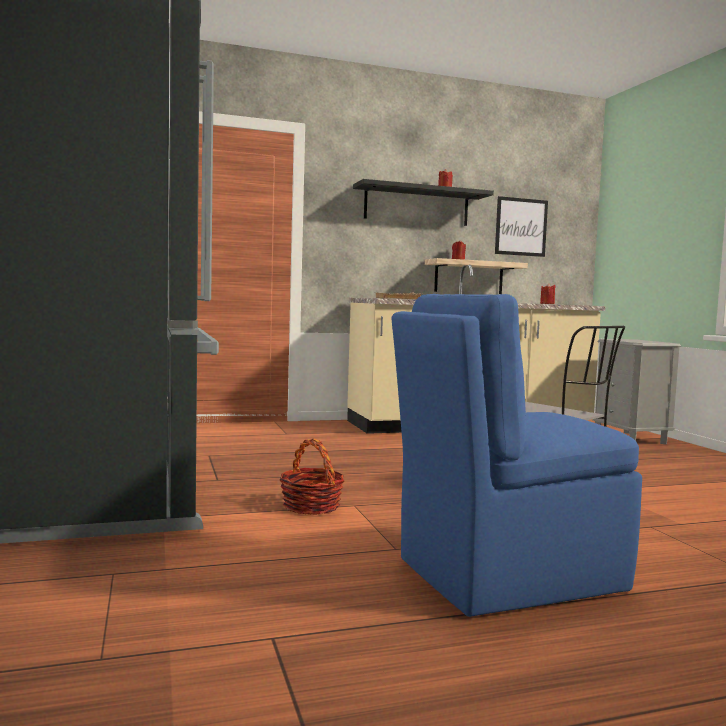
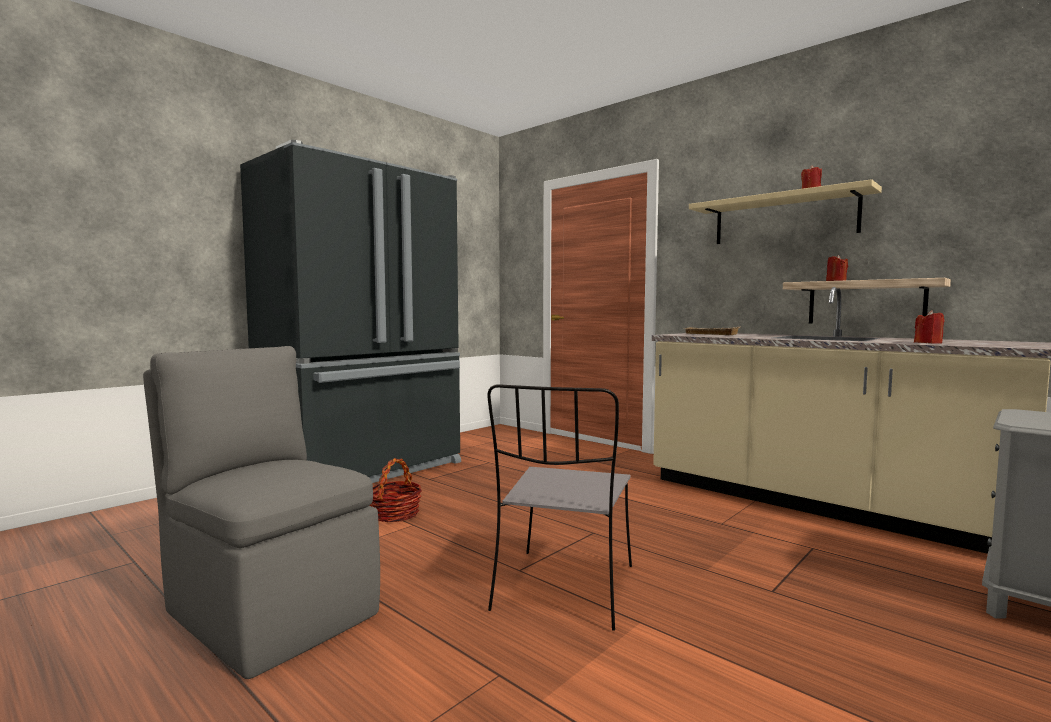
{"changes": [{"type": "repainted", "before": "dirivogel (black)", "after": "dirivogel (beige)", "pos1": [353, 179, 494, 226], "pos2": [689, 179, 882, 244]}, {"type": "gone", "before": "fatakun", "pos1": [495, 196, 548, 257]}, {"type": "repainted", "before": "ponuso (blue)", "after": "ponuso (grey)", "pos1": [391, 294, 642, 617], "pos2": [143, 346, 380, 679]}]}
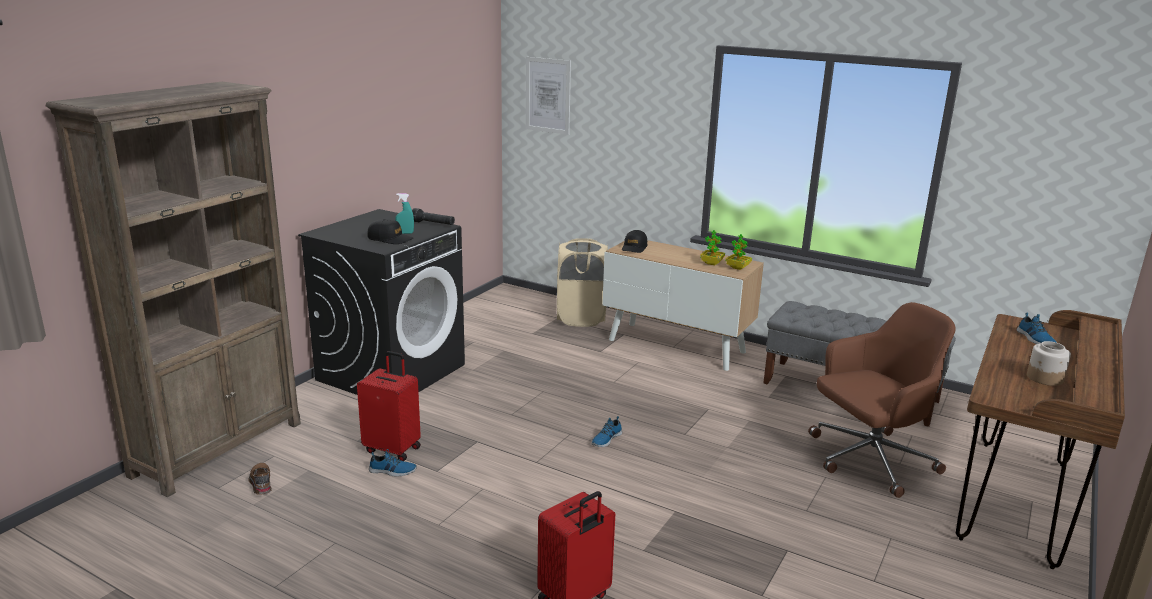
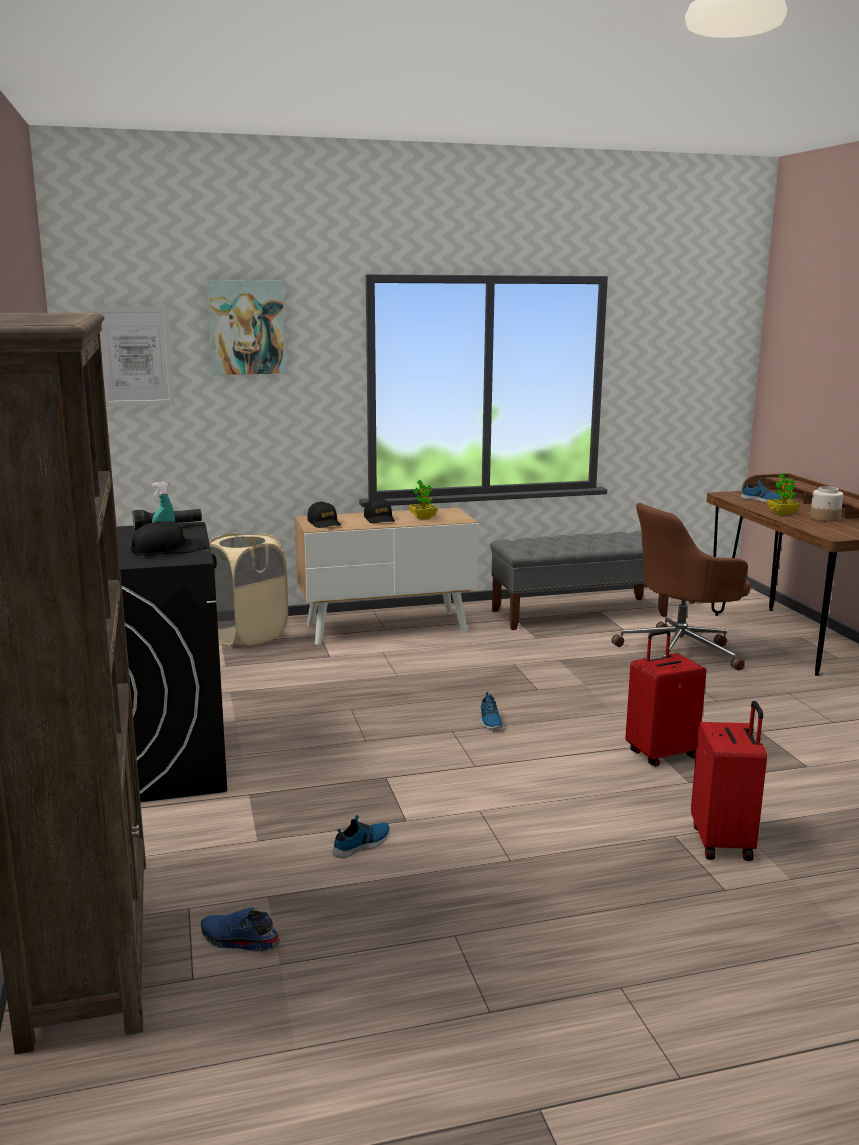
{"changes": [{"type": "shifted", "before": "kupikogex", "pos1": [726, 234, 752, 270], "pos2": [767, 473, 800, 515]}, {"type": "rotated", "before": "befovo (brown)", "pos1": [808, 302, 956, 498], "pos2": [612, 503, 751, 670], "turn": -135}, {"type": "shifted", "before": "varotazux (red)", "pos1": [357, 351, 421, 461], "pos2": [625, 630, 706, 767]}, {"type": "repainted", "before": "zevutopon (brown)", "after": "zevutopon (blue)", "pos1": [248, 463, 272, 495], "pos2": [201, 907, 280, 952]}, {"type": "new", "after": "fatakun", "pos2": [207, 280, 286, 375]}, {"type": "new", "after": "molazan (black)", "pos2": [364, 498, 395, 523]}]}
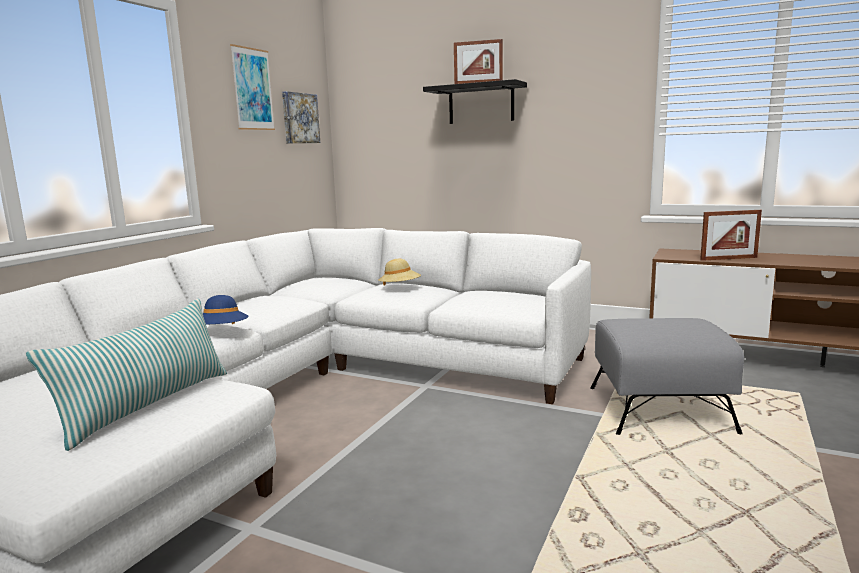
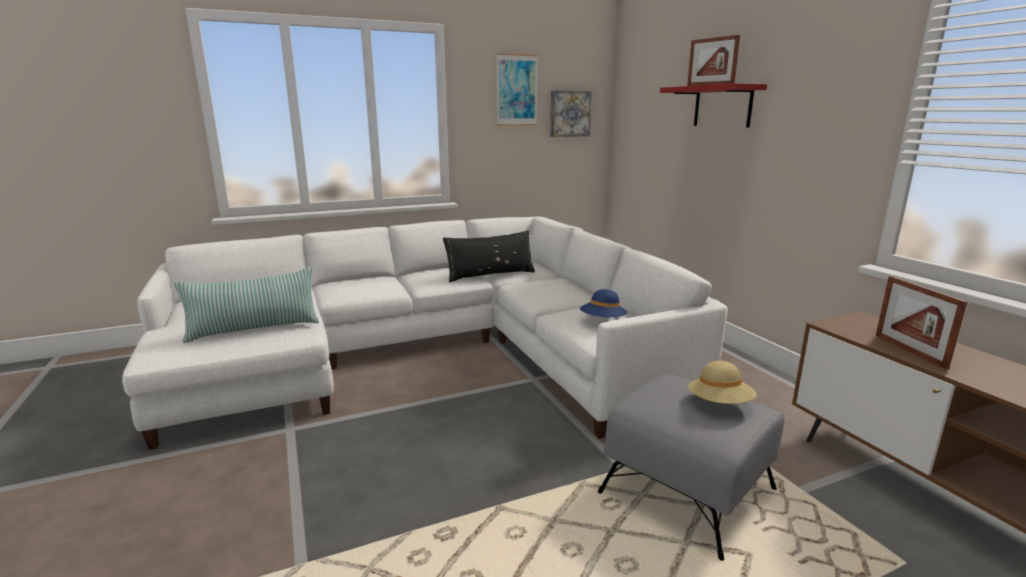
{"changes": [{"type": "repainted", "before": "dirivogel (black)", "after": "dirivogel (red)", "pos1": [423, 79, 527, 124], "pos2": [660, 83, 767, 128]}, {"type": "rotated", "before": "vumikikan", "pos1": [700, 210, 762, 261], "pos2": [876, 276, 967, 369], "turn": 45}, {"type": "shifted", "before": "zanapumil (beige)", "pos1": [378, 259, 421, 286], "pos2": [688, 361, 757, 404]}, {"type": "shifted", "before": "zanapumil (blue)", "pos1": [203, 295, 249, 324], "pos2": [580, 289, 627, 318]}, {"type": "new", "after": "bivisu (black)", "pos2": [443, 230, 535, 282]}]}
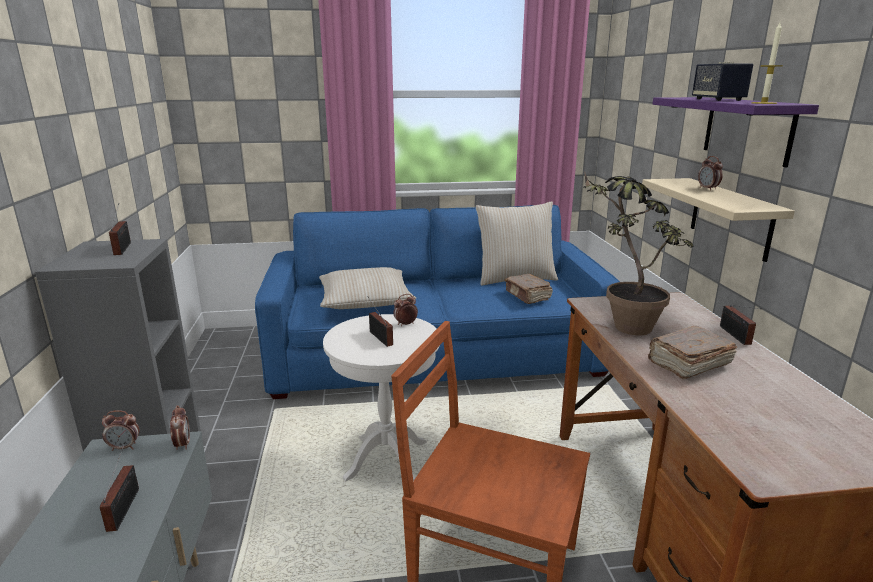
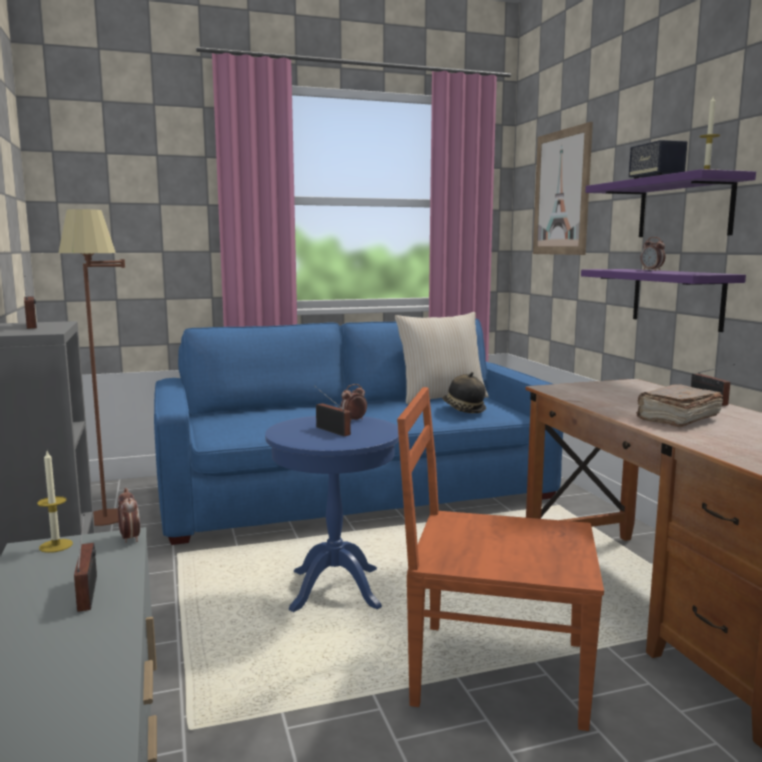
{"changes": [{"type": "gone", "before": "kupikogex", "pos1": [583, 171, 694, 335]}, {"type": "repainted", "before": "dirivogel (beige)", "after": "dirivogel (purple)", "pos1": [642, 178, 795, 262], "pos2": [581, 269, 746, 332]}, {"type": "gone", "before": "bivisu (beige)", "pos1": [319, 267, 416, 309]}, {"type": "swapped", "before": "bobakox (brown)", "after": "zanapumil", "pos1": [505, 274, 553, 304], "pos2": [442, 372, 486, 413]}, {"type": "repainted", "before": "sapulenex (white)", "after": "sapulenex (blue)", "pos1": [323, 314, 440, 481], "pos2": [265, 416, 399, 612]}, {"type": "swapped", "before": "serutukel", "after": "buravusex", "pos1": [102, 410, 140, 451], "pos2": [37, 451, 73, 553]}, {"type": "new", "after": "fatakun", "pos2": [533, 122, 593, 255]}, {"type": "new", "after": "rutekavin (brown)", "pos2": [59, 209, 125, 526]}]}
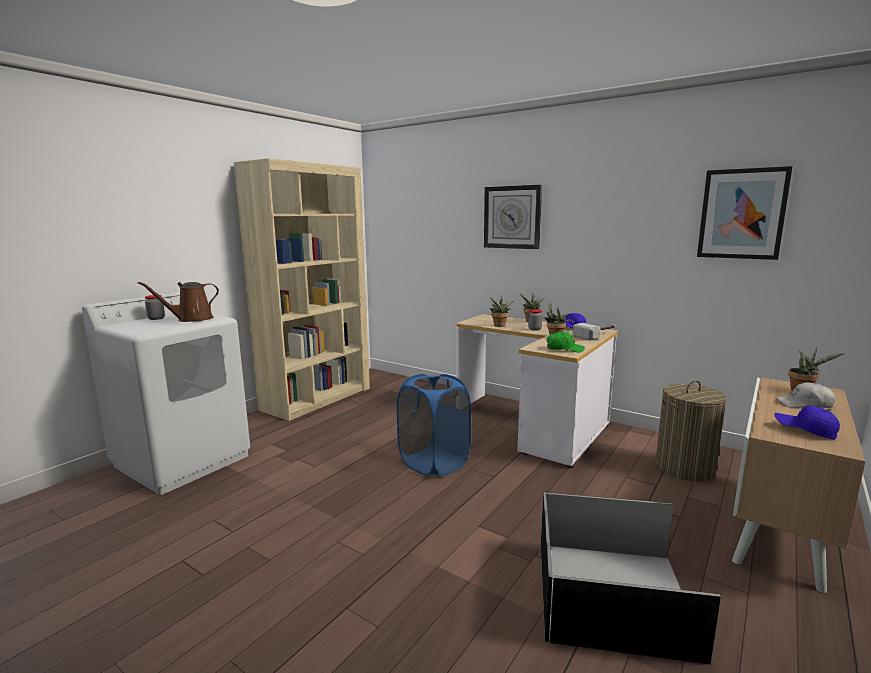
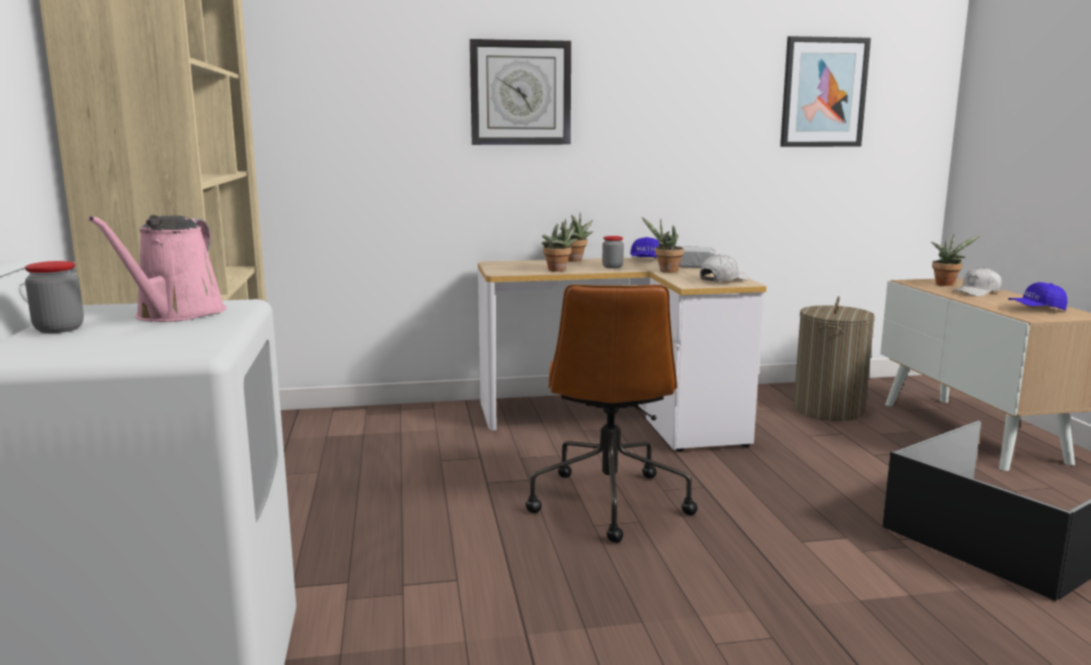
{"changes": [{"type": "repainted", "before": "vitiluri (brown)", "after": "vitiluri (pink)", "pos1": [138, 282, 219, 322], "pos2": [88, 215, 226, 322]}, {"type": "repainted", "before": "molazan (green)", "after": "molazan (white)", "pos1": [547, 331, 585, 353], "pos2": [700, 254, 749, 281]}, {"type": "swapped", "before": "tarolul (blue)", "after": "befovo (brown)", "pos1": [397, 374, 471, 476], "pos2": [526, 284, 698, 543]}]}
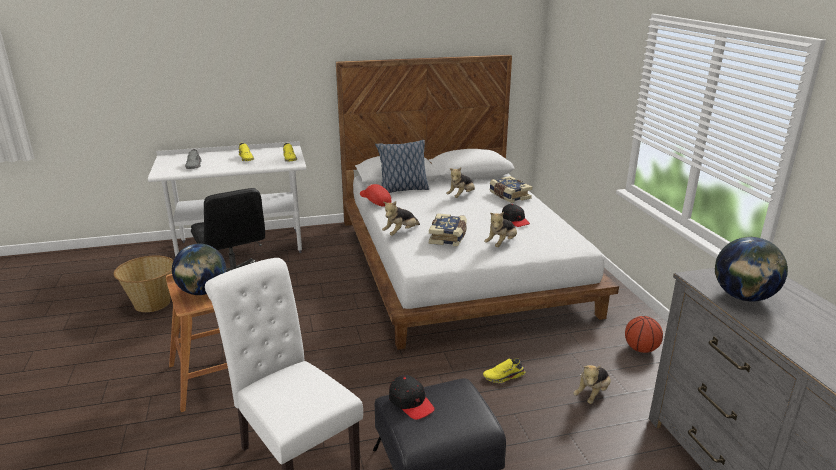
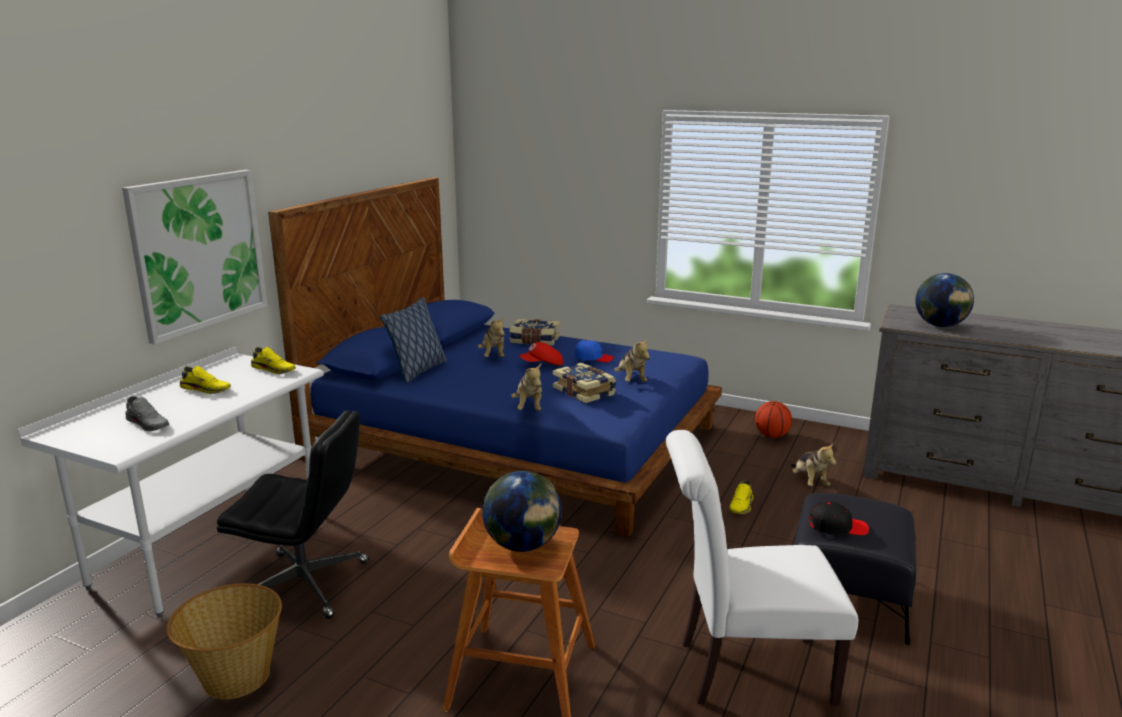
{"changes": [{"type": "repainted", "before": "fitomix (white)", "after": "fitomix (blue)", "pos1": [336, 55, 619, 350], "pos2": [268, 177, 722, 537]}, {"type": "shifted", "before": "molazan (red)", "pos1": [360, 184, 391, 207], "pos2": [519, 342, 563, 366]}, {"type": "repainted", "before": "molazan (black)", "after": "molazan (blue)", "pos1": [502, 204, 530, 227], "pos2": [574, 340, 614, 362]}, {"type": "new", "after": "fatakun", "pos2": [122, 170, 268, 344]}]}
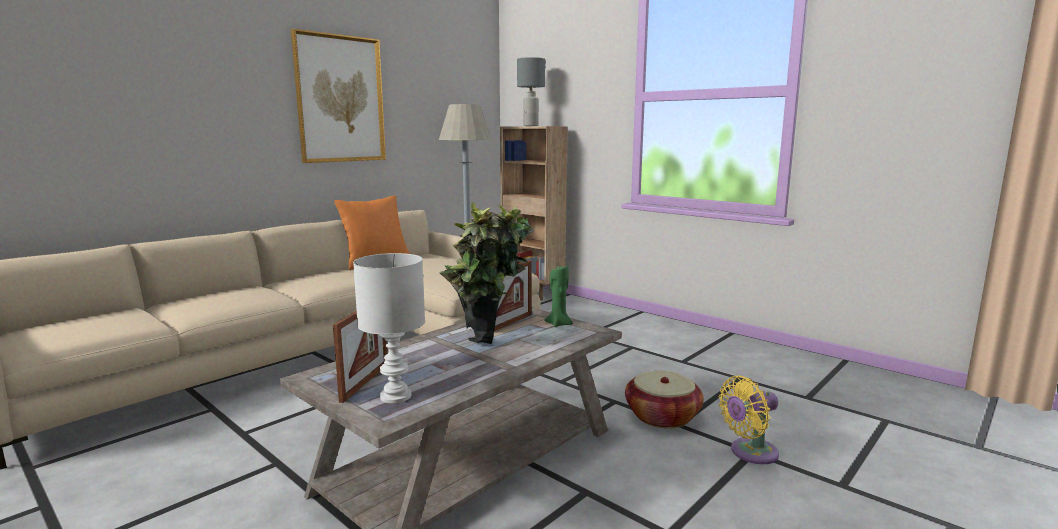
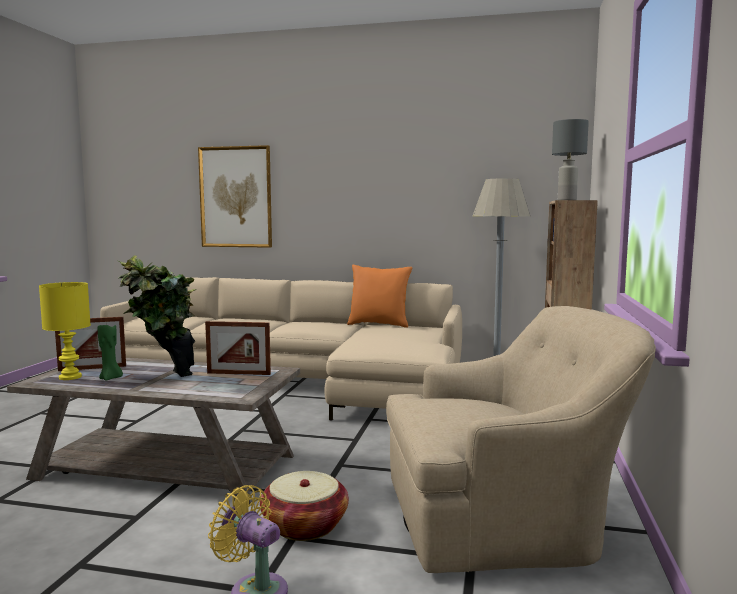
{"changes": [{"type": "shifted", "before": "fatakun", "pos1": [291, 29, 386, 163], "pos2": [198, 145, 272, 248]}, {"type": "repainted", "before": "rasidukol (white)", "after": "rasidukol (yellow)", "pos1": [353, 253, 425, 403], "pos2": [39, 282, 91, 380]}, {"type": "shifted", "before": "buravusex (green)", "pos1": [544, 266, 573, 327], "pos2": [98, 325, 123, 381]}, {"type": "new", "after": "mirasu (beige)", "pos2": [386, 306, 656, 573]}]}
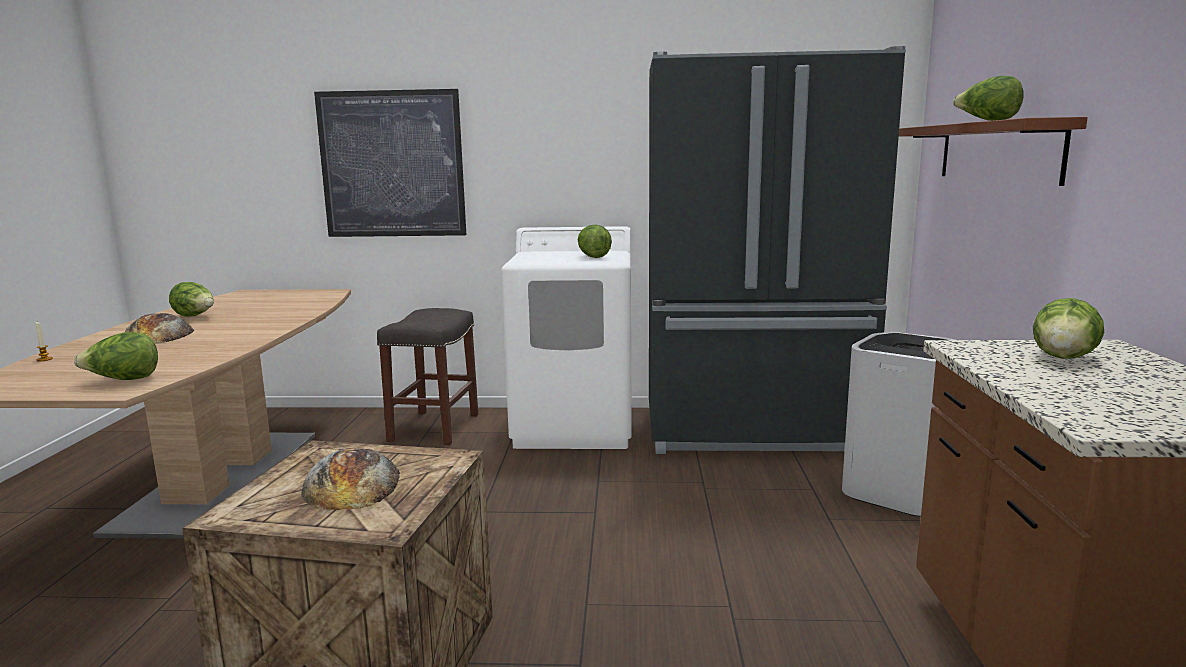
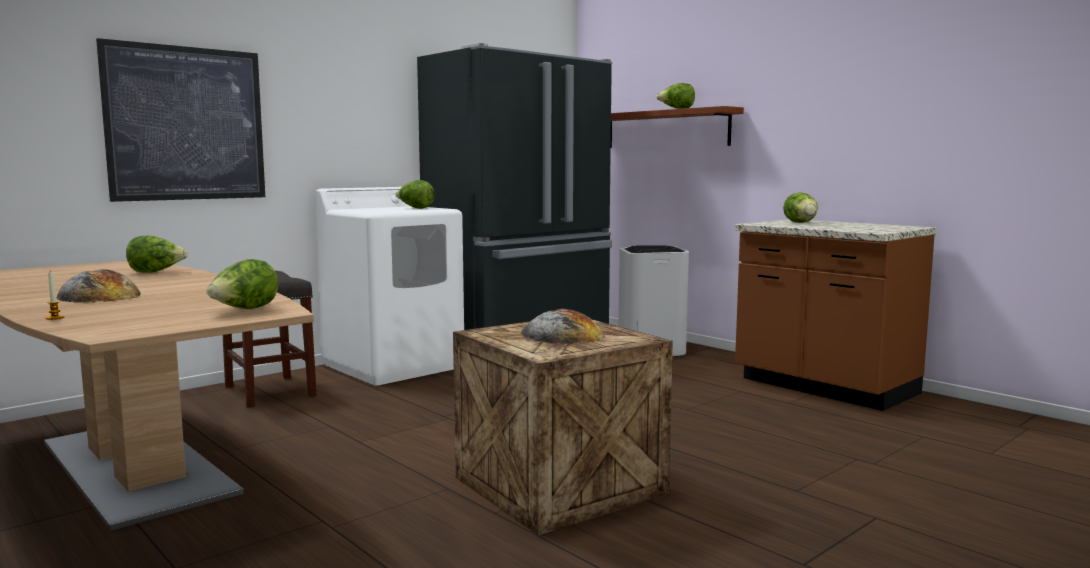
{"changes": [{"type": "shifted", "before": "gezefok", "pos1": [169, 282, 214, 317], "pos2": [126, 235, 188, 273]}]}
